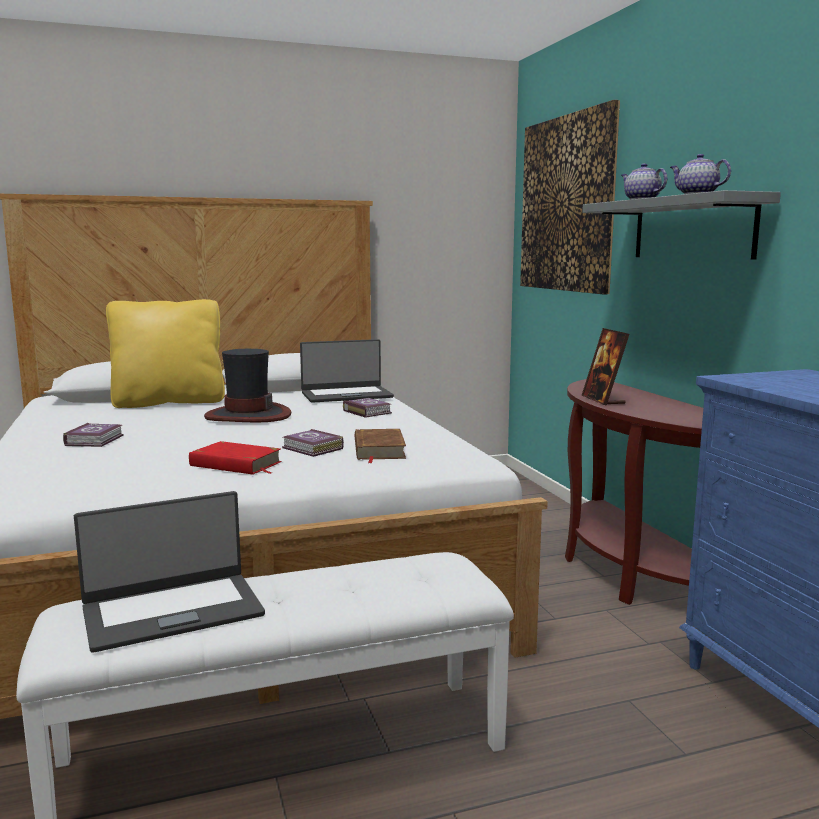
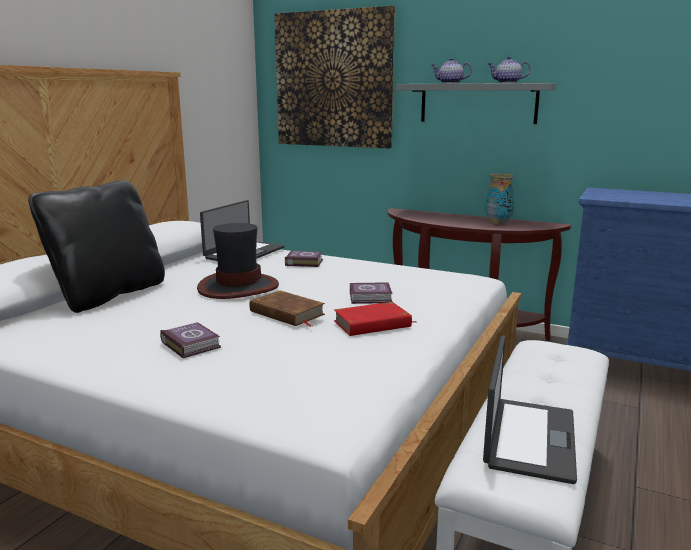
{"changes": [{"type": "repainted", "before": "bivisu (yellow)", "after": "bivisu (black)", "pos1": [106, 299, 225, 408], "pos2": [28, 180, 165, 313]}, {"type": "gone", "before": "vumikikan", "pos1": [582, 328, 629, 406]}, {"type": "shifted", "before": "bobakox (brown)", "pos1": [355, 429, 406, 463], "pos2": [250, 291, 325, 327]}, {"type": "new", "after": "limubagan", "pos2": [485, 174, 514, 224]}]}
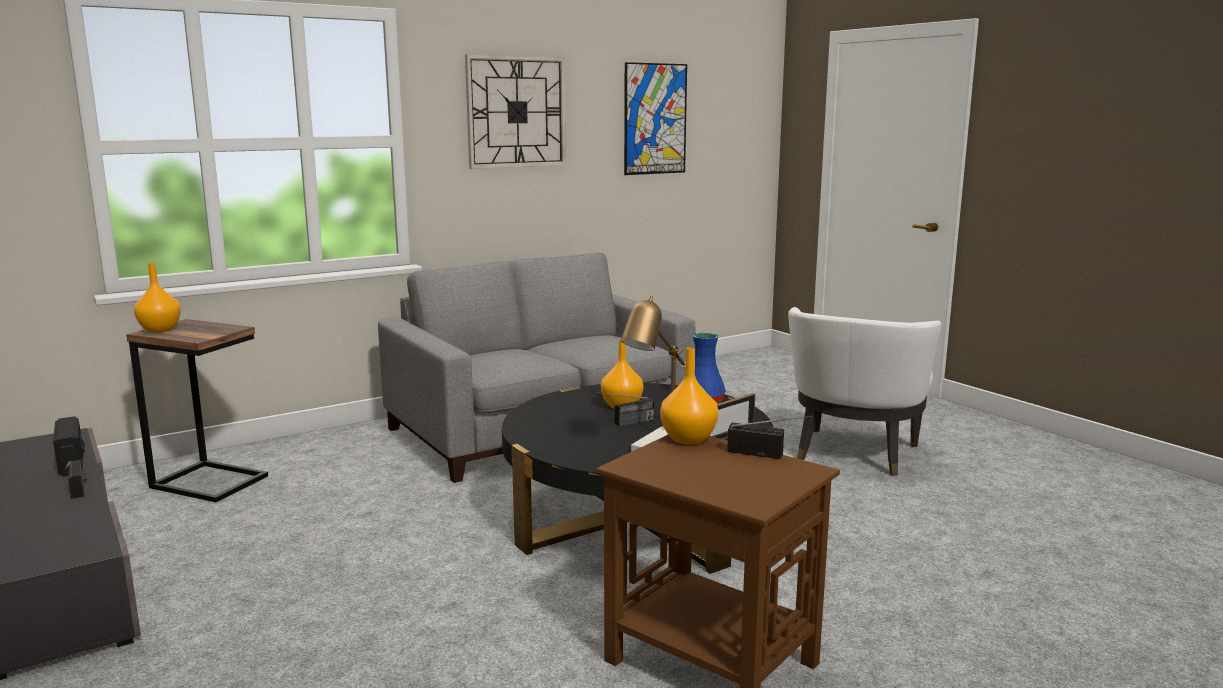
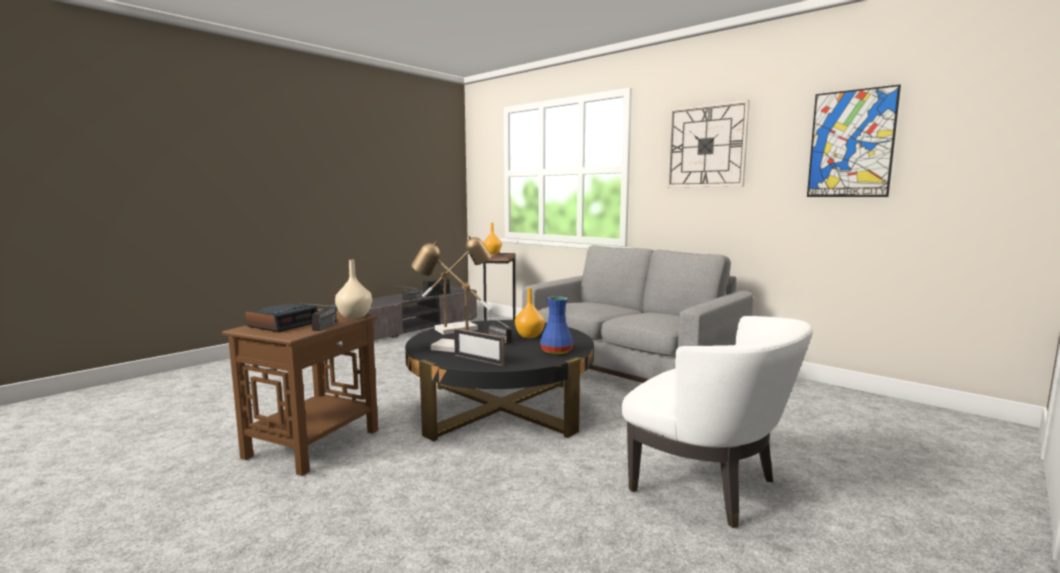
{"changes": [{"type": "rotated", "before": "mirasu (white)", "pos1": [788, 307, 941, 476], "pos2": [622, 316, 813, 528], "turn": -150}, {"type": "repainted", "before": "limubagan (orange)", "after": "limubagan (beige)", "pos1": [660, 348, 718, 444], "pos2": [335, 260, 372, 319]}, {"type": "new", "after": "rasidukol", "pos2": [422, 236, 491, 335]}, {"type": "new", "after": "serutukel", "pos2": [245, 303, 317, 332]}]}
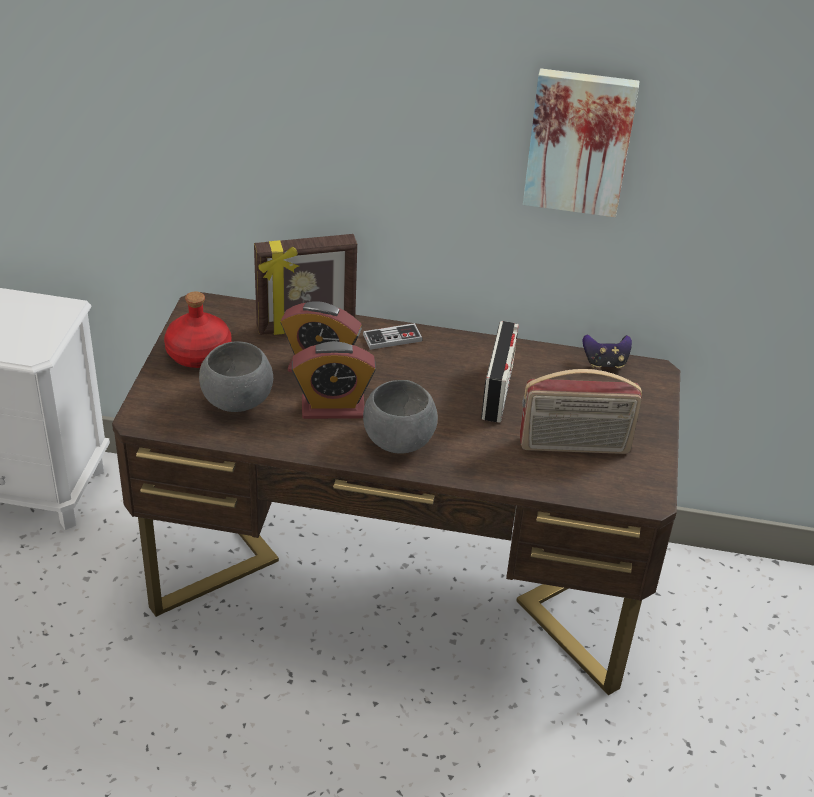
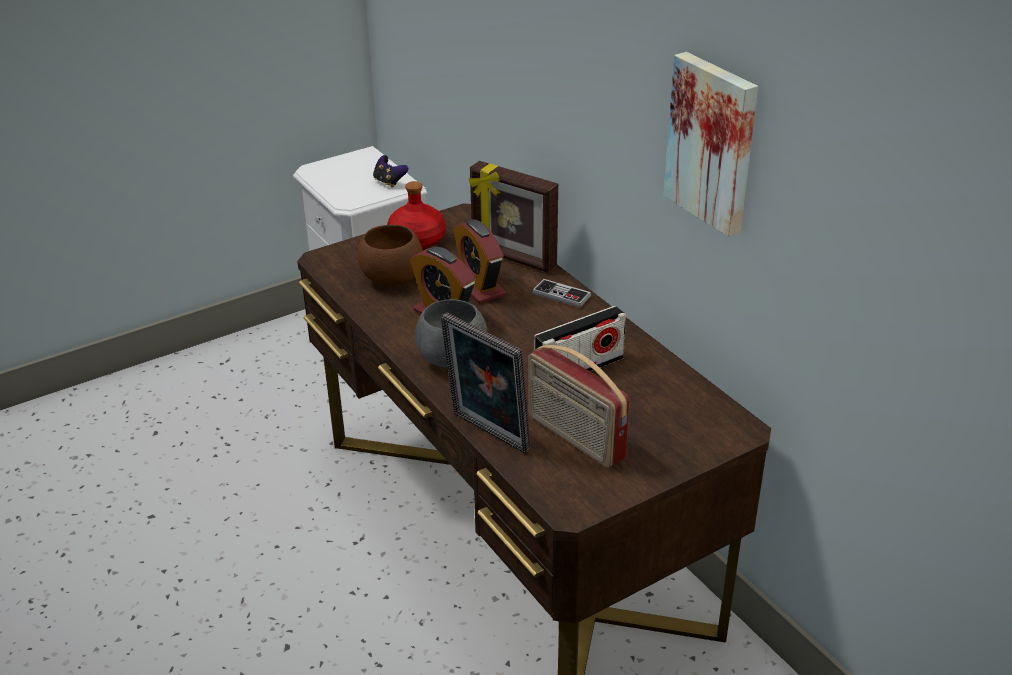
{"changes": [{"type": "shifted", "before": "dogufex", "pos1": [583, 334, 632, 368], "pos2": [373, 155, 409, 187]}, {"type": "repainted", "before": "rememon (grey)", "after": "rememon (brown)", "pos1": [199, 341, 273, 412], "pos2": [357, 224, 423, 285]}, {"type": "new", "after": "vumikikan", "pos2": [441, 312, 531, 454]}]}
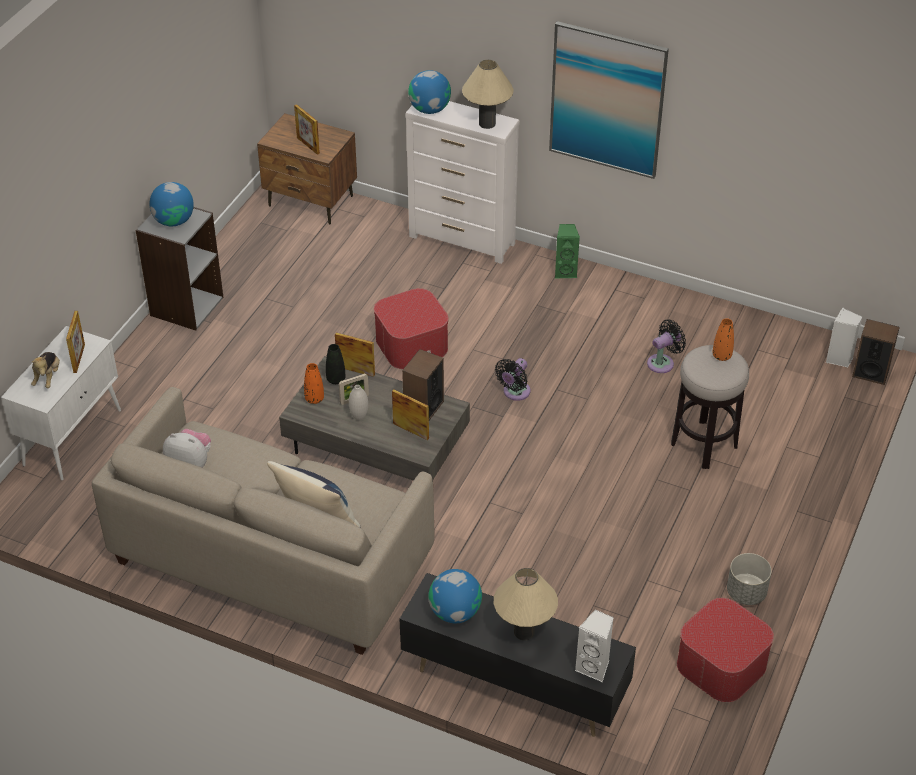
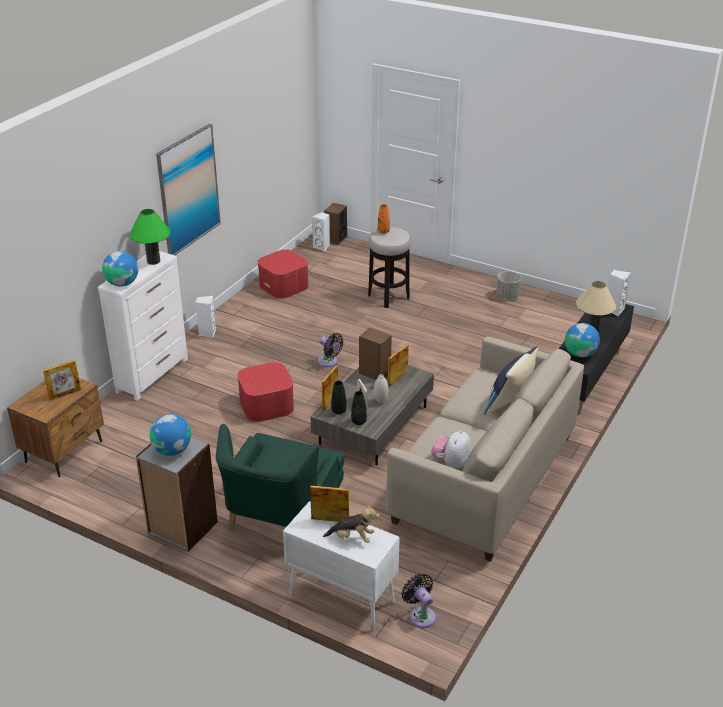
{"changes": [{"type": "repainted", "before": "rasidukol (beige)", "after": "rasidukol (green)", "pos1": [462, 60, 514, 129], "pos2": [130, 209, 171, 265]}, {"type": "repainted", "before": "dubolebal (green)", "after": "dubolebal (white)", "pos1": [555, 224, 580, 278], "pos2": [195, 296, 217, 338]}, {"type": "shifted", "before": "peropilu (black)", "pos1": [647, 320, 686, 373], "pos2": [402, 574, 436, 628]}, {"type": "repainted", "before": "limubagan (orange)", "after": "limubagan (black)", "pos1": [304, 363, 324, 404], "pos2": [351, 391, 367, 425]}, {"type": "shifted", "before": "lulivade", "pos1": [677, 598, 774, 702], "pos2": [257, 249, 309, 299]}, {"type": "new", "after": "mirasu (green)", "pos2": [216, 424, 344, 532]}]}
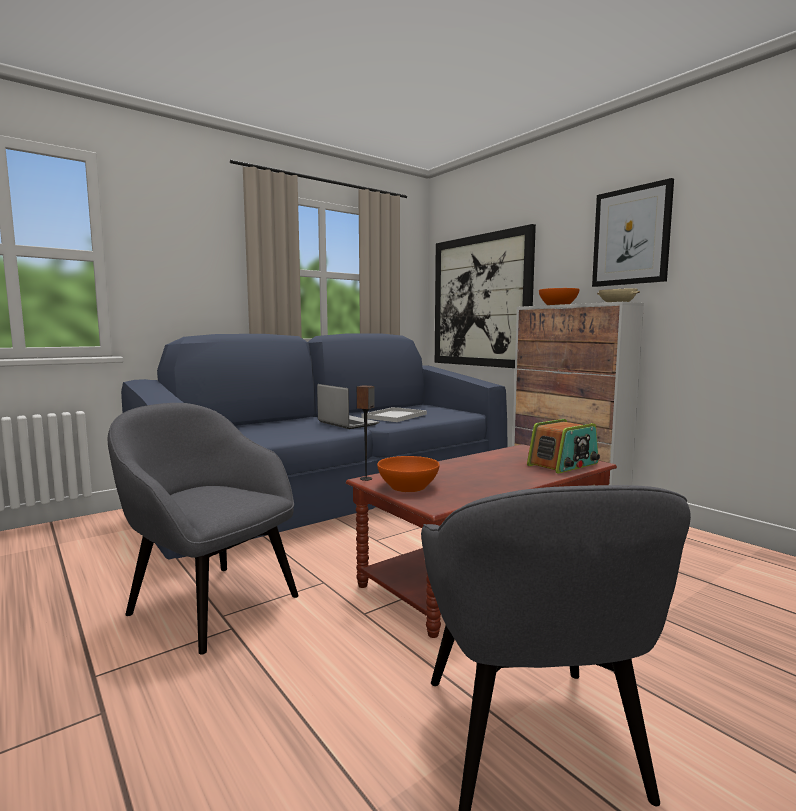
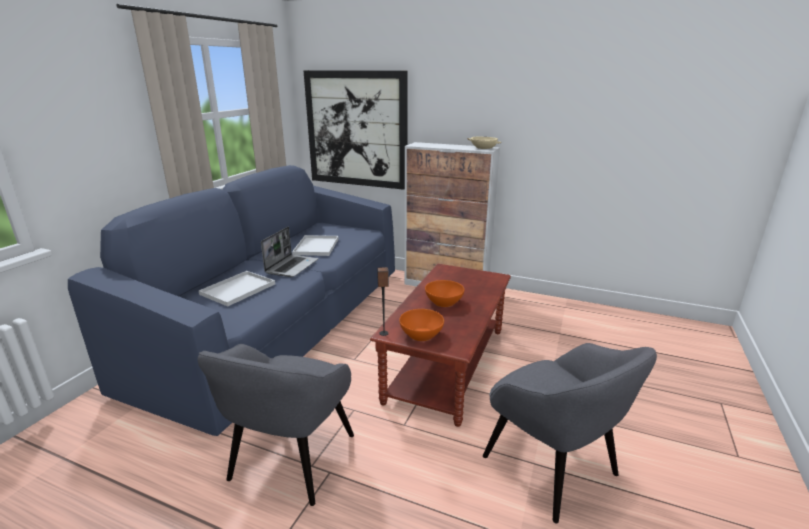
{"changes": [{"type": "gone", "before": "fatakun", "pos1": [592, 178, 674, 287]}, {"type": "shifted", "before": "rememon (orange)", "pos1": [539, 288, 580, 305], "pos2": [425, 280, 464, 307]}, {"type": "rotated", "before": "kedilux", "pos1": [317, 384, 380, 429], "pos2": [261, 227, 318, 277], "turn": 90}, {"type": "rotated", "before": "mirasu (grey)", "pos1": [108, 403, 299, 655], "pos2": [198, 344, 354, 506], "turn": -75}, {"type": "gone", "before": "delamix", "pos1": [527, 419, 600, 474]}, {"type": "new", "after": "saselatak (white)", "pos2": [199, 271, 275, 306]}]}
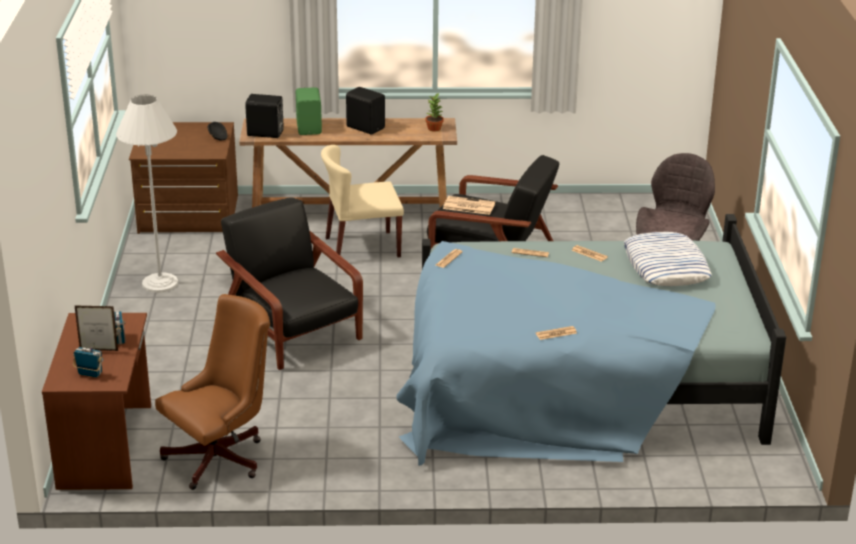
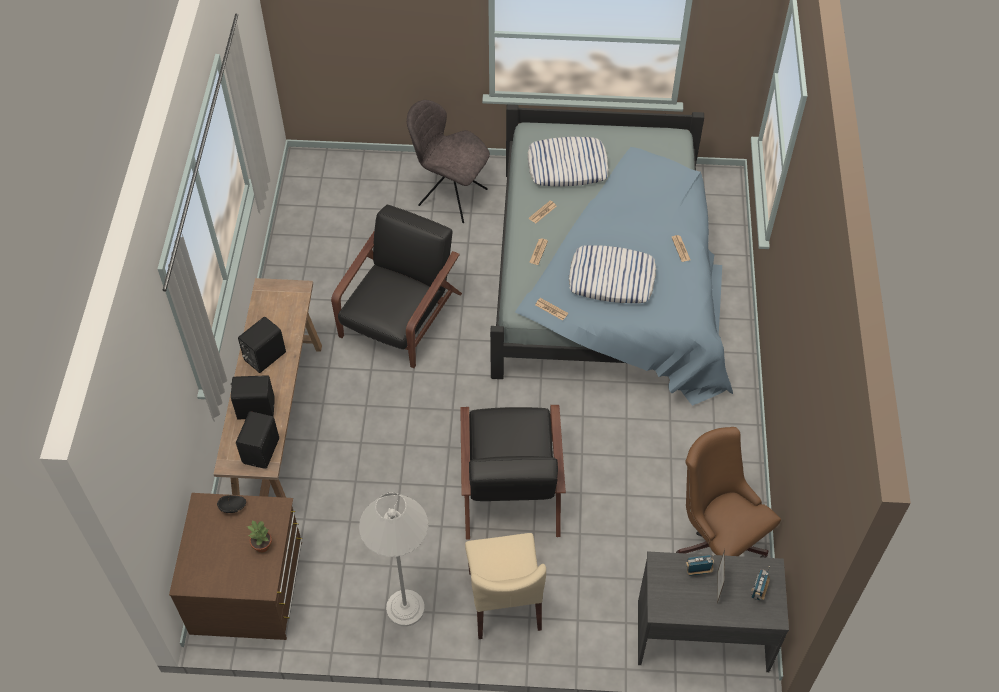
{"changes": [{"type": "repainted", "before": "dubolebal (green)", "after": "dubolebal (black)", "pos1": [296, 87, 322, 135], "pos2": [231, 375, 275, 419]}, {"type": "shifted", "before": "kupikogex", "pos1": [425, 93, 444, 131], "pos2": [247, 520, 272, 553]}, {"type": "shifted", "before": "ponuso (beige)", "pos1": [321, 145, 404, 257], "pos2": [465, 533, 546, 639]}, {"type": "gone", "before": "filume", "pos1": [443, 196, 495, 215]}, {"type": "rotated", "before": "mirasu (black)", "pos1": [216, 197, 363, 370], "pos2": [460, 405, 566, 540], "turn": -60}, {"type": "repainted", "before": "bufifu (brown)", "after": "bufifu (grey)", "pos1": [42, 313, 151, 490], "pos2": [638, 551, 789, 672]}, {"type": "new", "after": "bivisu", "pos2": [569, 245, 657, 303]}]}
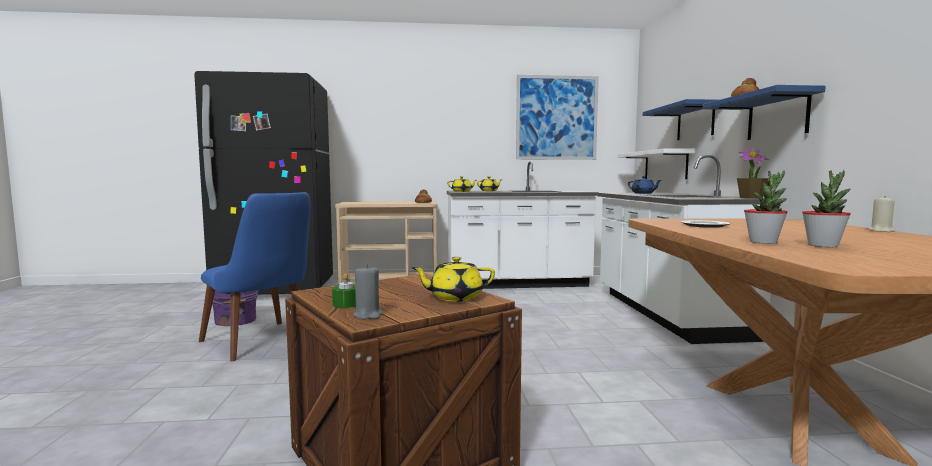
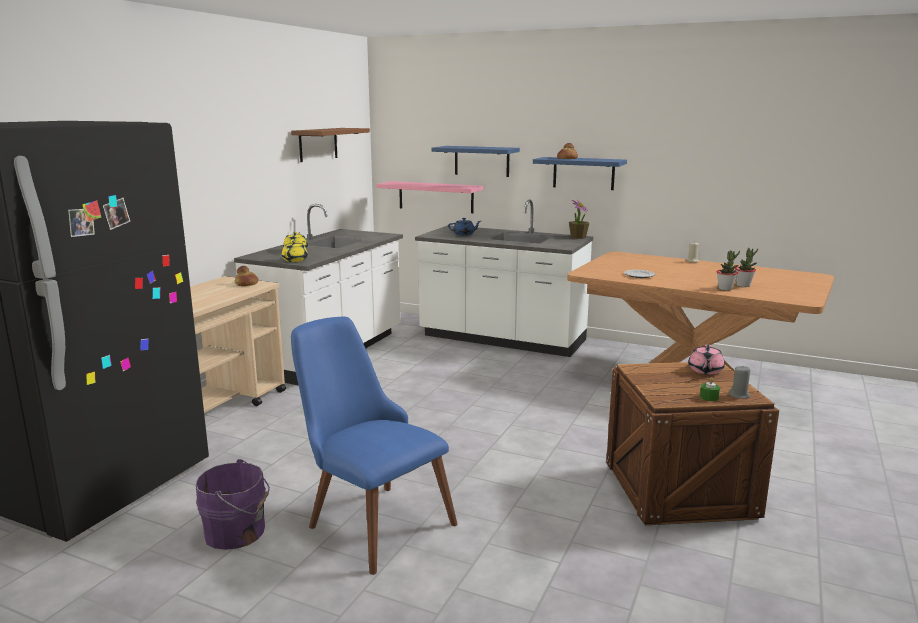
{"changes": [{"type": "swapped", "before": "fatakun", "after": "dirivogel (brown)", "pos1": [516, 75, 599, 160], "pos2": [291, 128, 370, 162]}, {"type": "repainted", "before": "dirivogel (white)", "after": "dirivogel (pink)", "pos1": [617, 148, 695, 179], "pos2": [376, 181, 483, 213]}, {"type": "rotated", "before": "ponuso (blue)", "pos1": [199, 192, 311, 362], "pos2": [291, 317, 458, 575], "turn": -120}, {"type": "repainted", "before": "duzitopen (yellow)", "after": "duzitopen (pink)", "pos1": [412, 257, 495, 302], "pos2": [688, 345, 725, 375]}]}
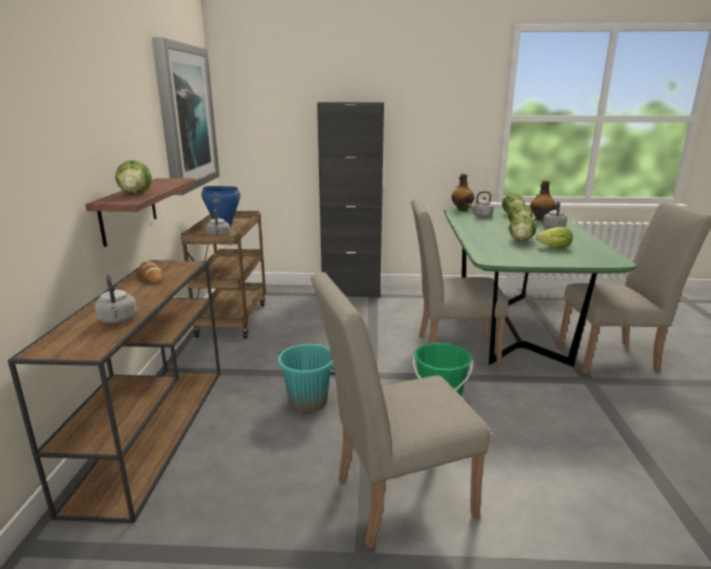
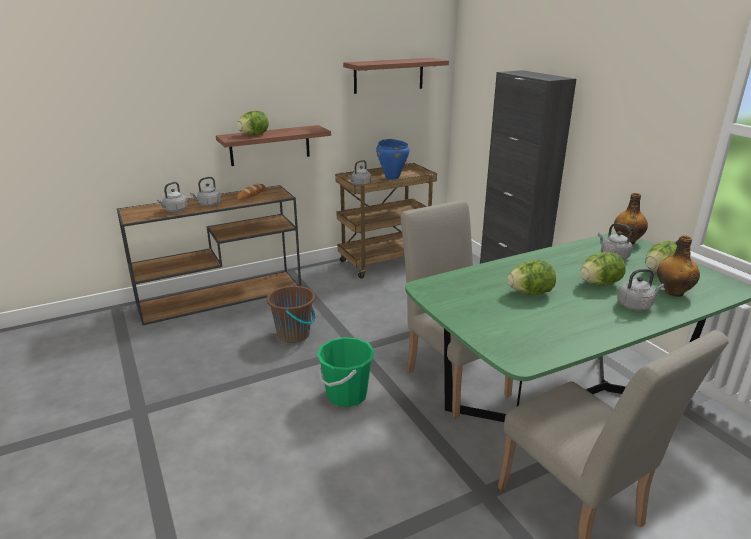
{"changes": [{"type": "swapped", "before": "fatakun", "after": "dirivogel", "pos1": [152, 38, 220, 195], "pos2": [343, 58, 449, 94]}, {"type": "gone", "before": "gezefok", "pos1": [536, 227, 573, 248]}, {"type": "gone", "before": "ponuso (beige)", "pos1": [311, 272, 490, 549]}, {"type": "repainted", "before": "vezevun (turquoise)", "after": "vezevun (brown)", "pos1": [278, 344, 335, 413], "pos2": [267, 285, 315, 343]}, {"type": "new", "after": "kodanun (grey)", "pos2": [190, 177, 221, 206]}]}
